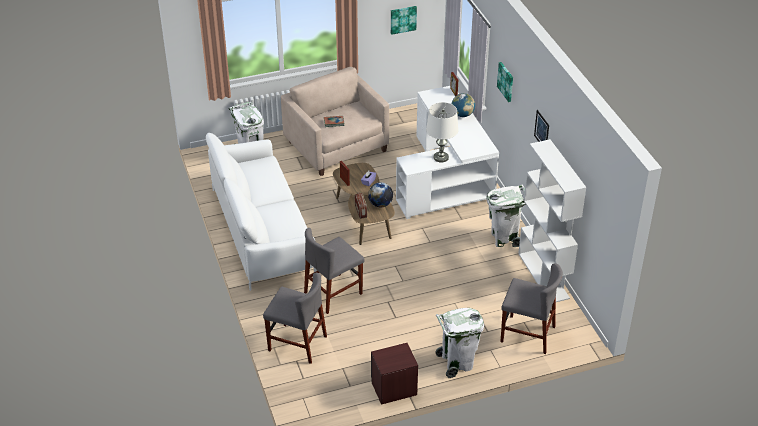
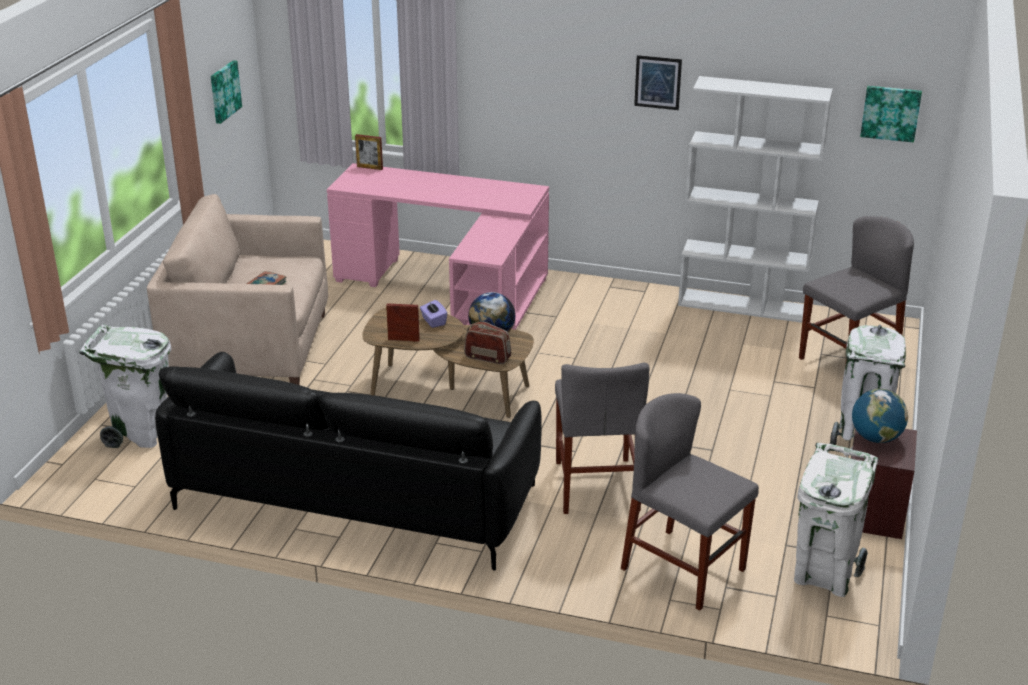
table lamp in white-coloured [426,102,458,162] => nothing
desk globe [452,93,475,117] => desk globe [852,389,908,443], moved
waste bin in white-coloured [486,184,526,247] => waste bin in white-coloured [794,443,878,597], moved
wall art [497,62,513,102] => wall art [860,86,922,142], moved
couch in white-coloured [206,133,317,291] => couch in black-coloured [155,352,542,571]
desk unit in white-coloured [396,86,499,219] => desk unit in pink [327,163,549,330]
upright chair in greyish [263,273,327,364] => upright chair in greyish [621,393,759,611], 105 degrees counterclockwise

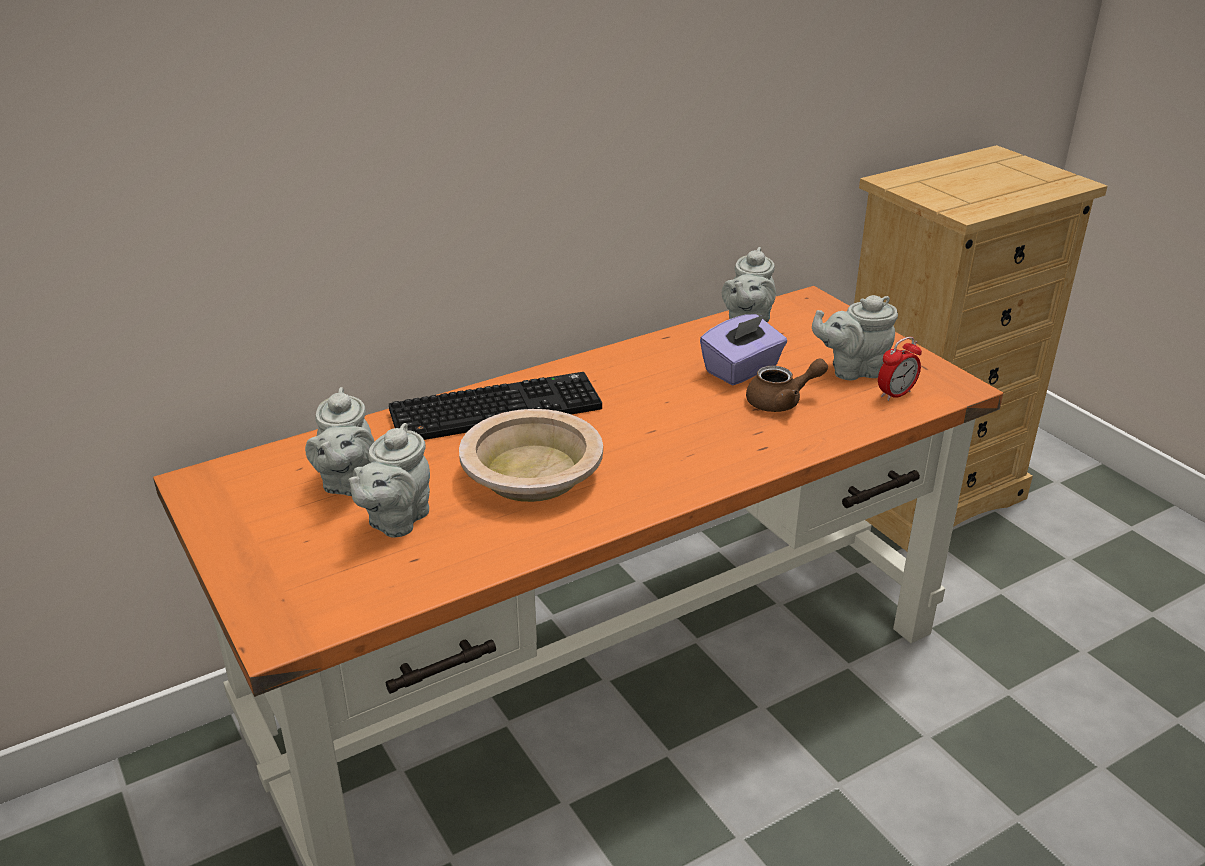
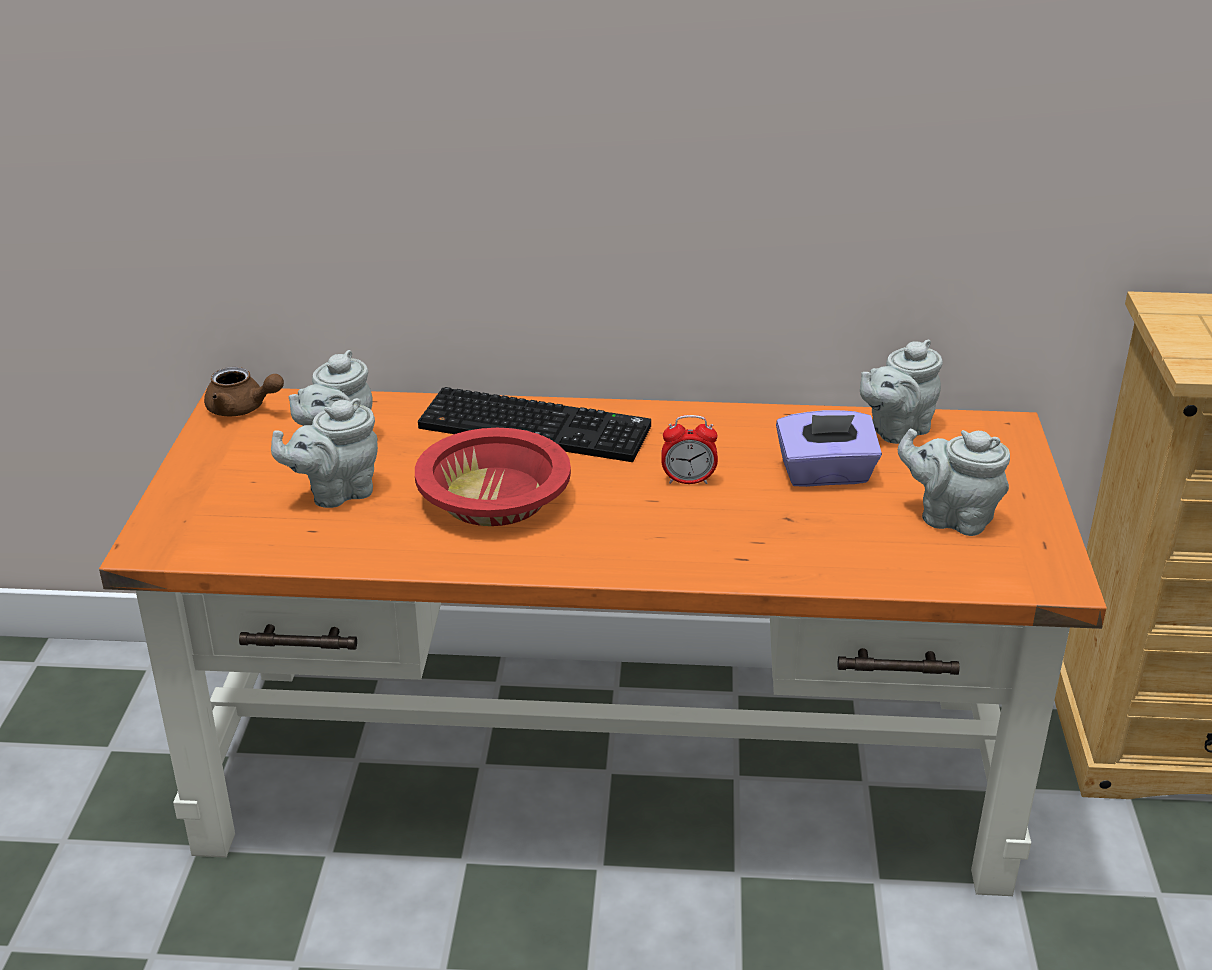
teapot in brown [746,358,828,412] => teapot in brown [204,367,284,416], moved
bedside clock [878,337,922,401] => bedside clock [661,415,718,484], moved
bowl in beige-coloured [459,409,603,502] => bowl in red [415,428,571,526]

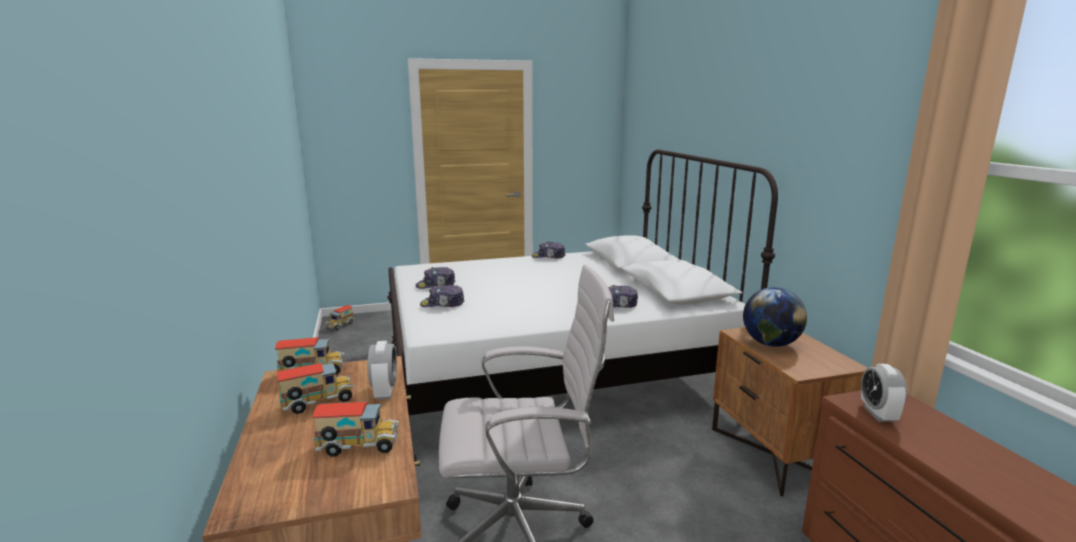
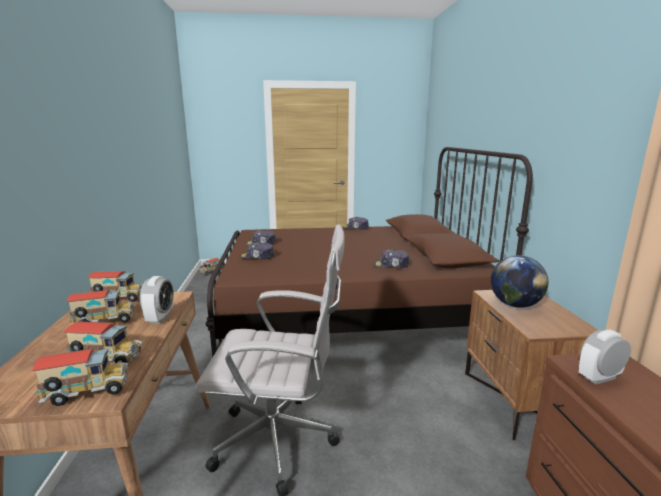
nothing => toy lorry [32,348,128,406]
bed in white-coloured [387,149,778,461] => bed in brown [206,147,533,357]
bedside clock [861,364,907,422] => bedside clock [579,330,631,384], 60 degrees clockwise

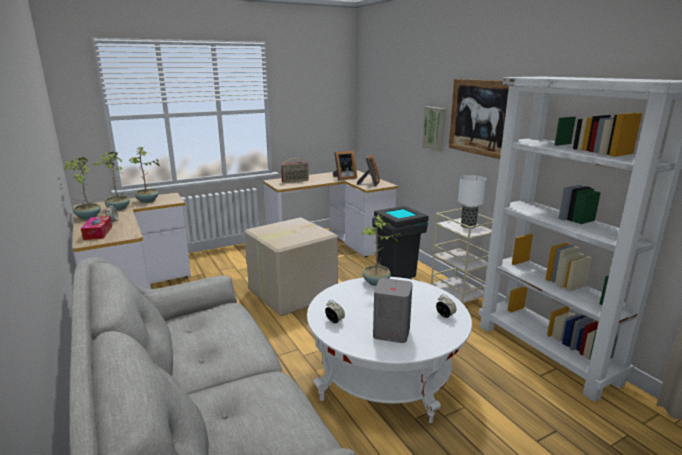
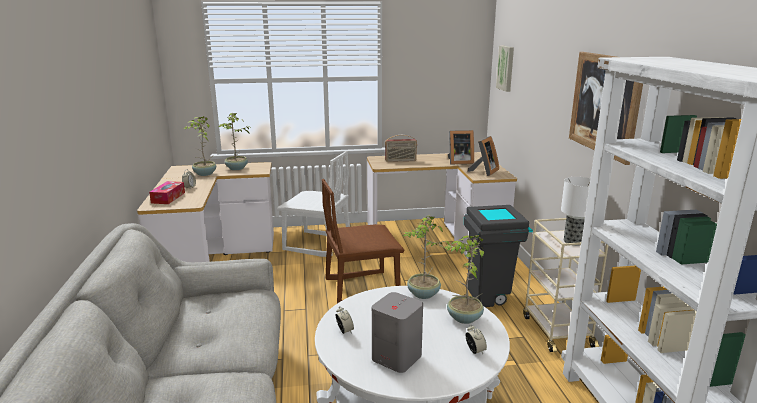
nothing => upright chair in white-coloured [277,151,350,257]
potted plant [64,157,101,219] => potted plant [444,235,484,324], moved
wall art [422,106,446,152] => wall art [496,46,514,92], moved
cardboard box [244,217,338,316] => upright chair in brown [322,179,404,304]

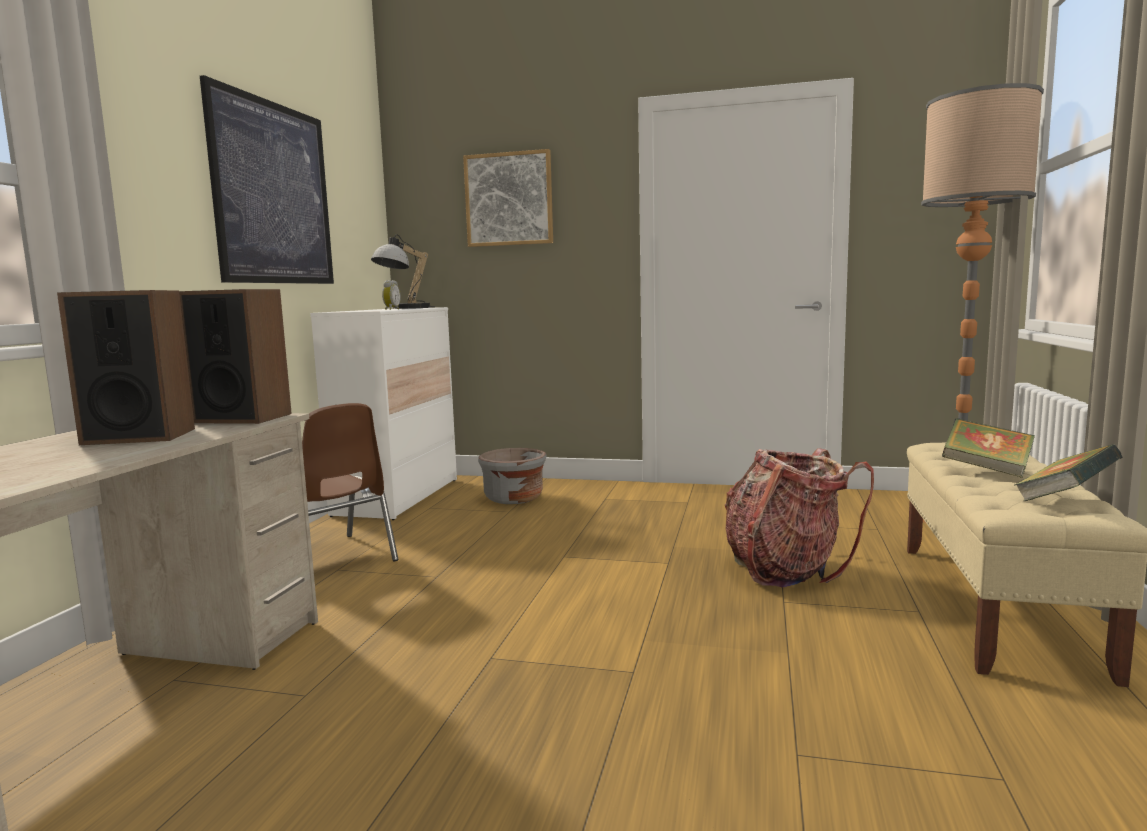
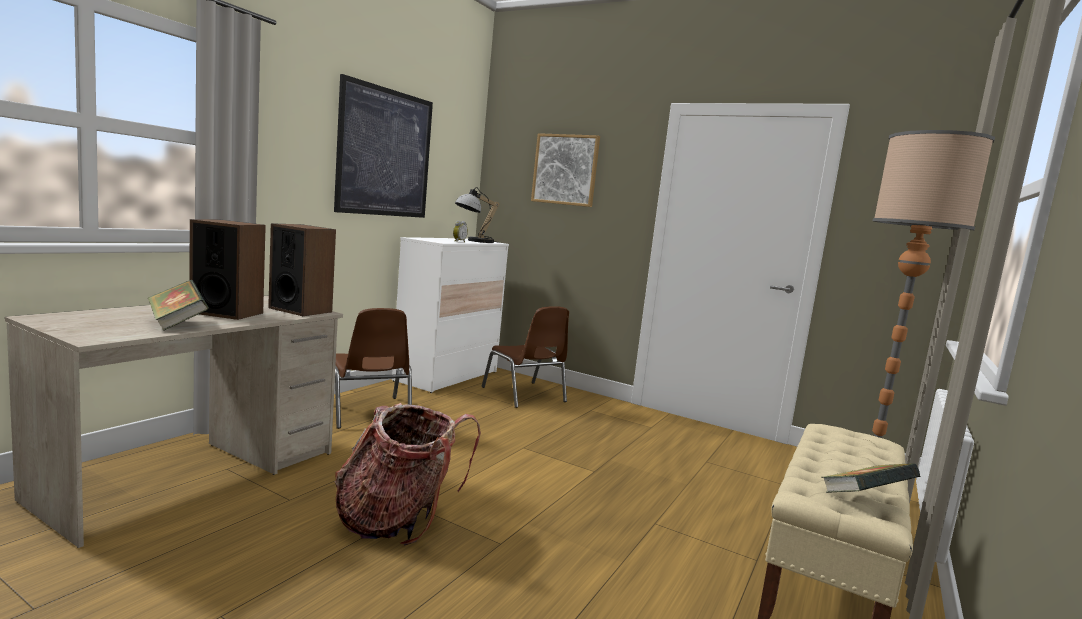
backpack [725,448,874,588] => backpack [335,403,481,545], moved
book [942,418,1035,478] => book [148,280,209,331], moved
planter in greyish [478,448,547,504] => upright chair in brown [482,306,569,408]

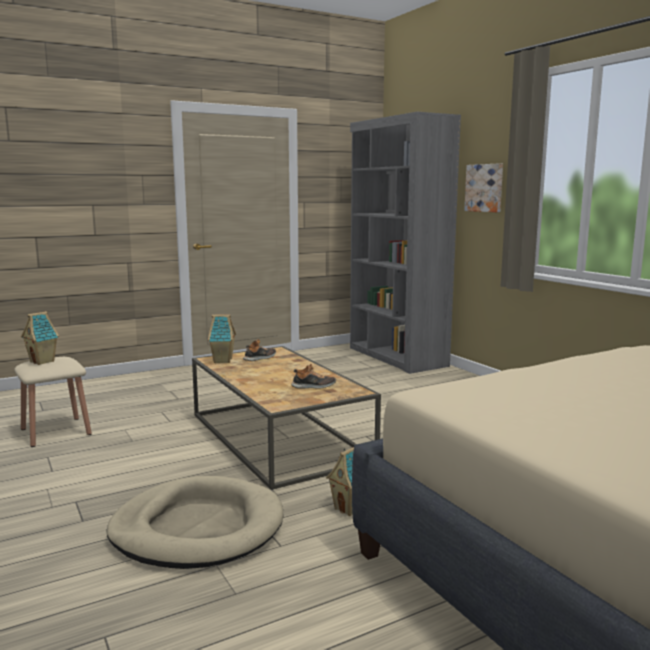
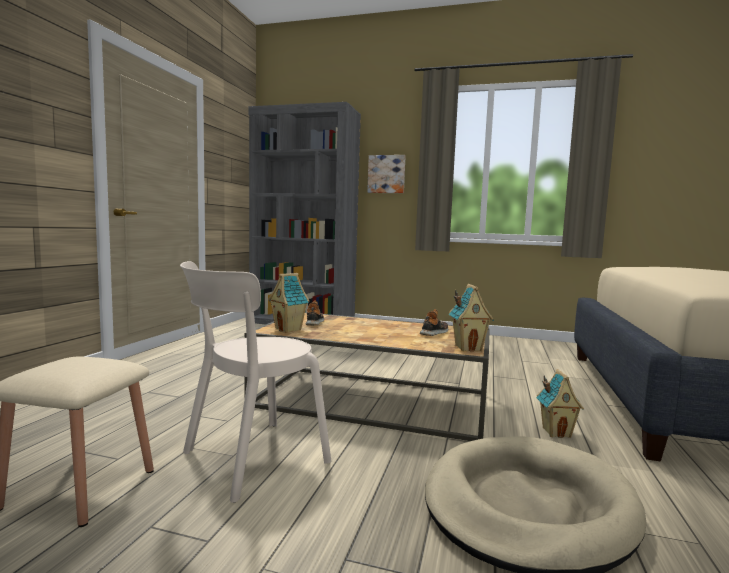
nothing => upright chair in beige-coloured [180,261,331,503]
model house [21,311,59,365] => model house [448,284,494,351], moved

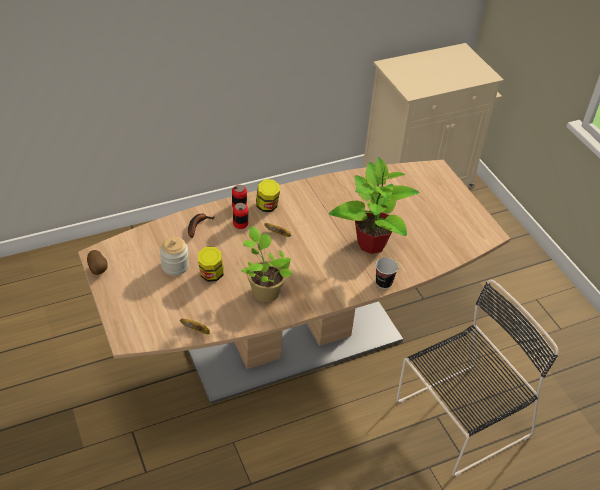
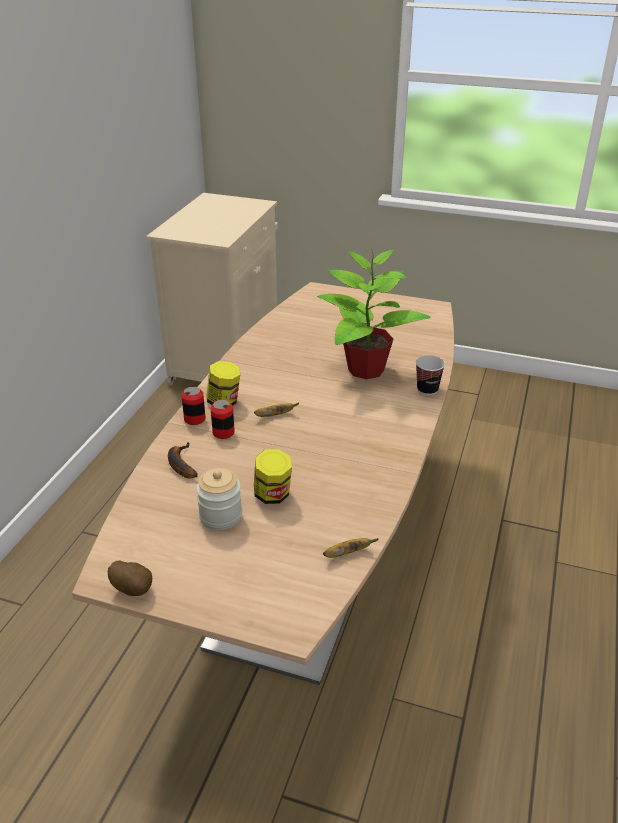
potted plant [241,226,293,302] => nothing
upright chair in black-coloured [396,280,558,477] => nothing

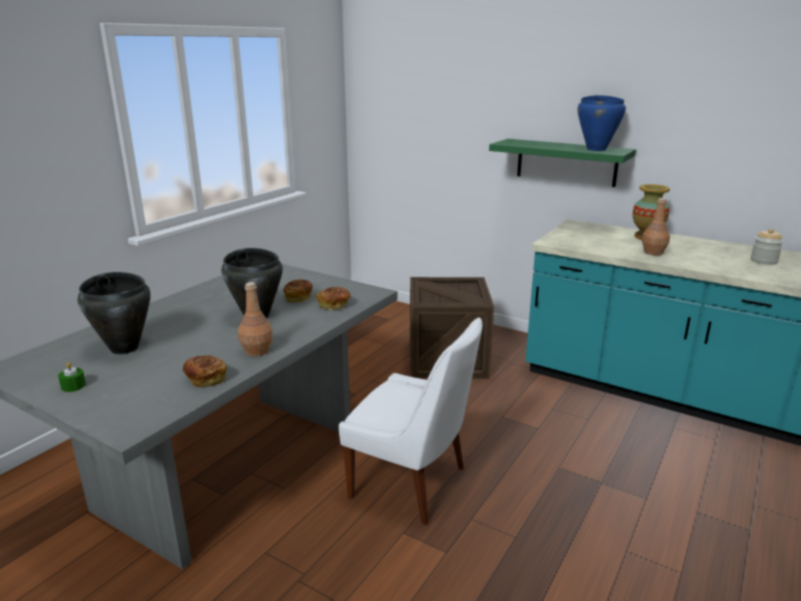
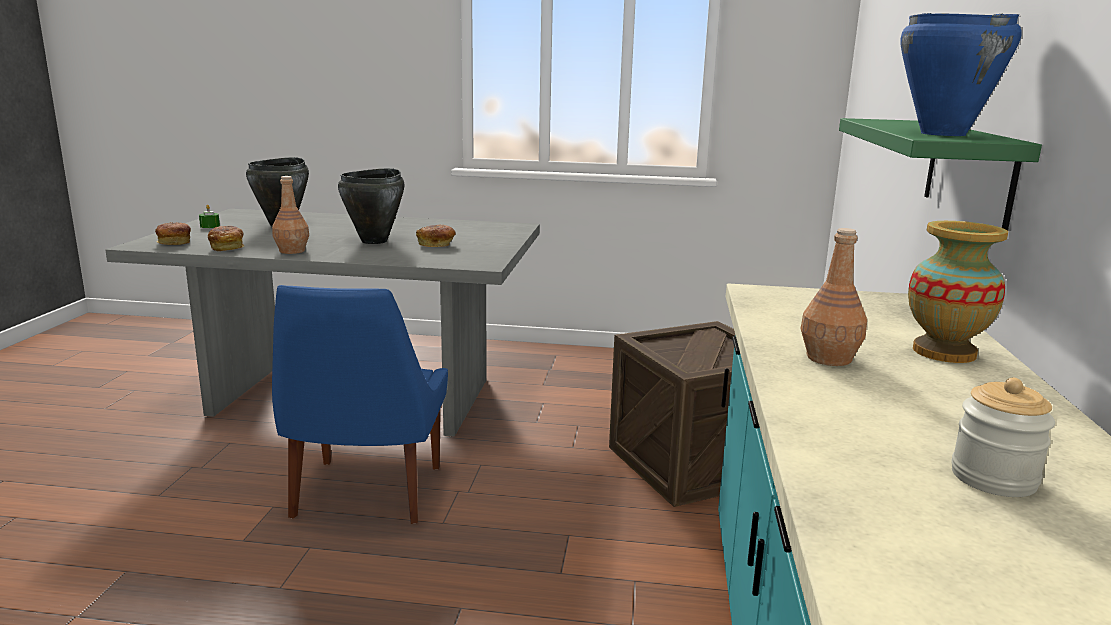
baked bread [316,287,351,310] => baked bread [155,222,191,245], moved
upright chair in white-coloured [339,317,483,525] => upright chair in blue-coloured [272,285,448,524]

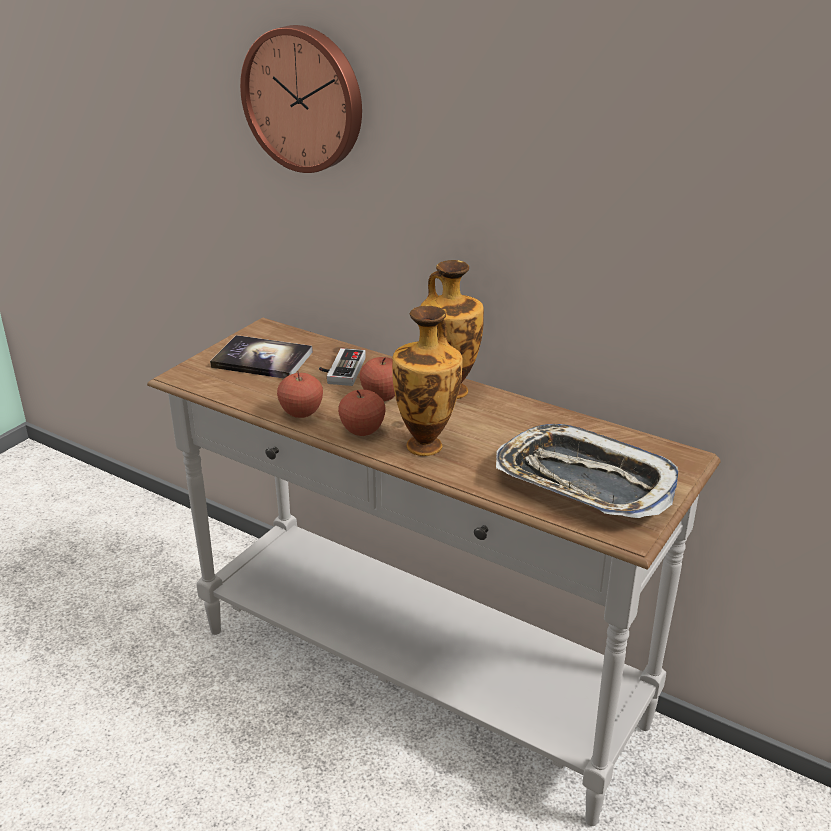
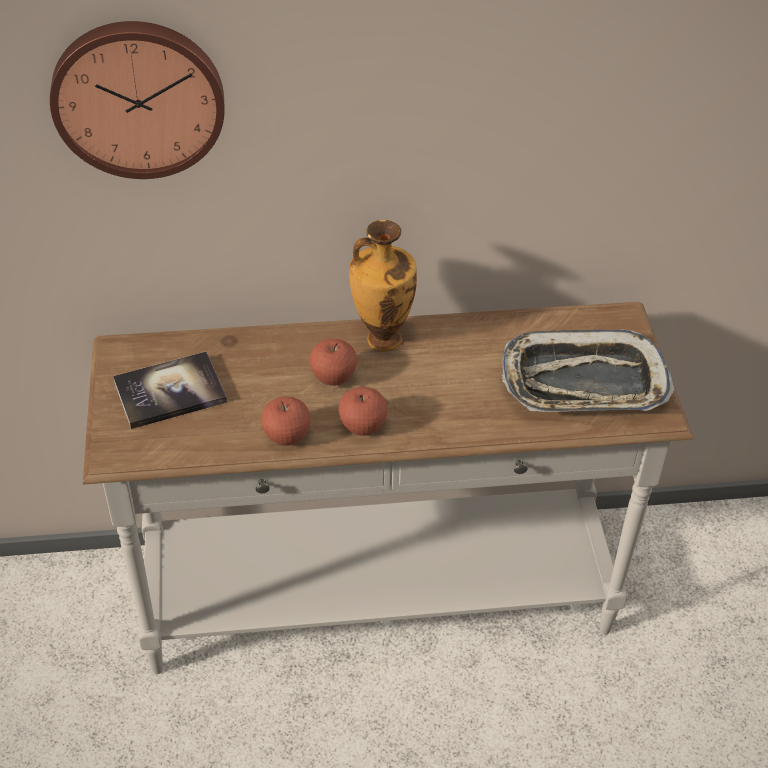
joypad [319,348,366,386] => nothing
flower vase [392,305,463,456] => nothing

